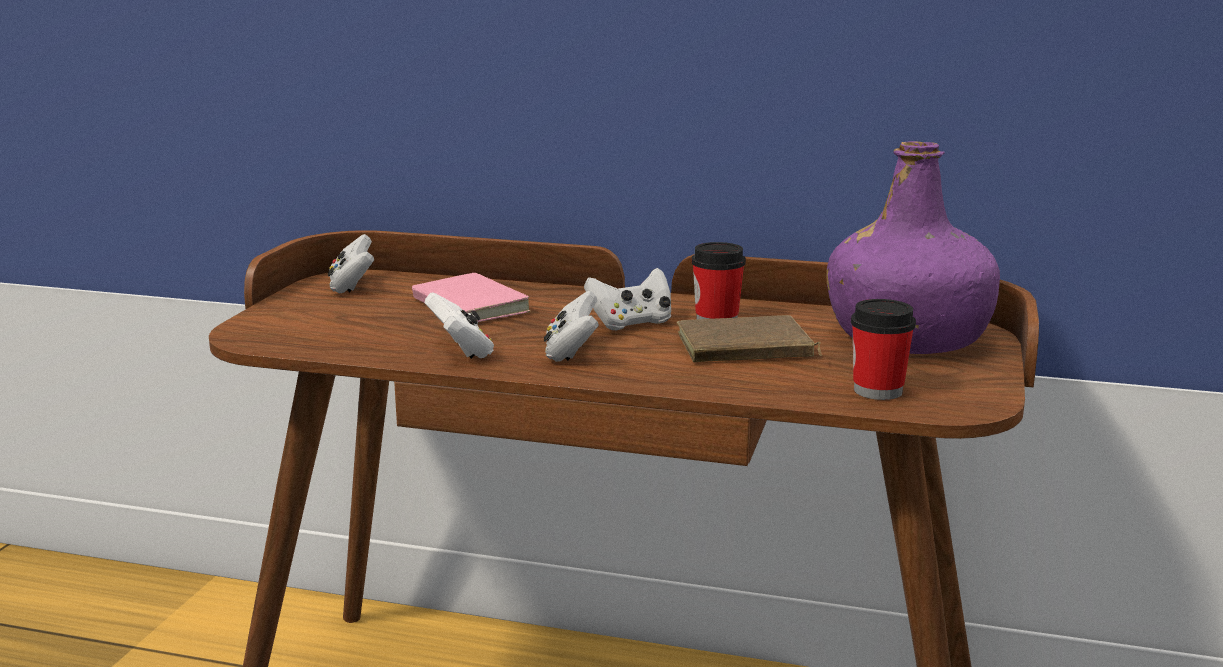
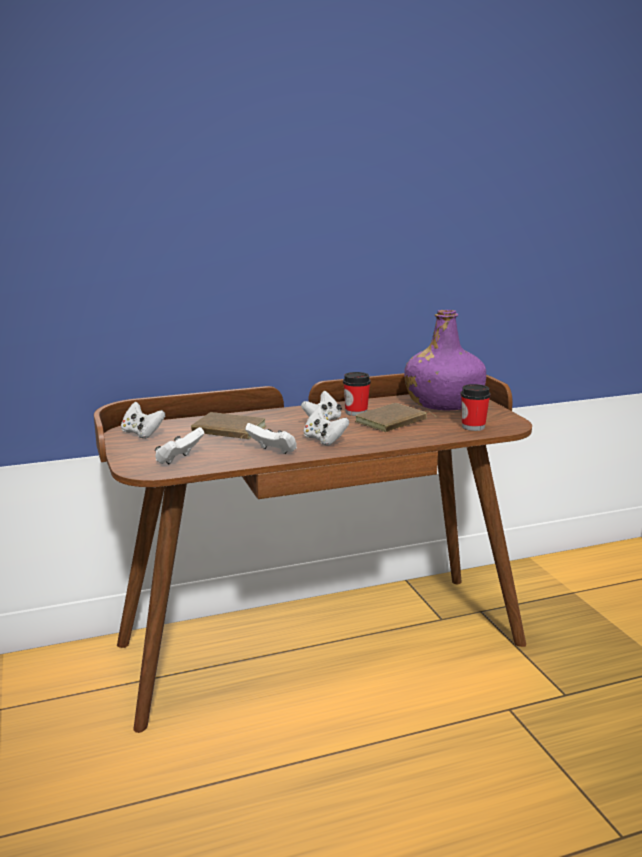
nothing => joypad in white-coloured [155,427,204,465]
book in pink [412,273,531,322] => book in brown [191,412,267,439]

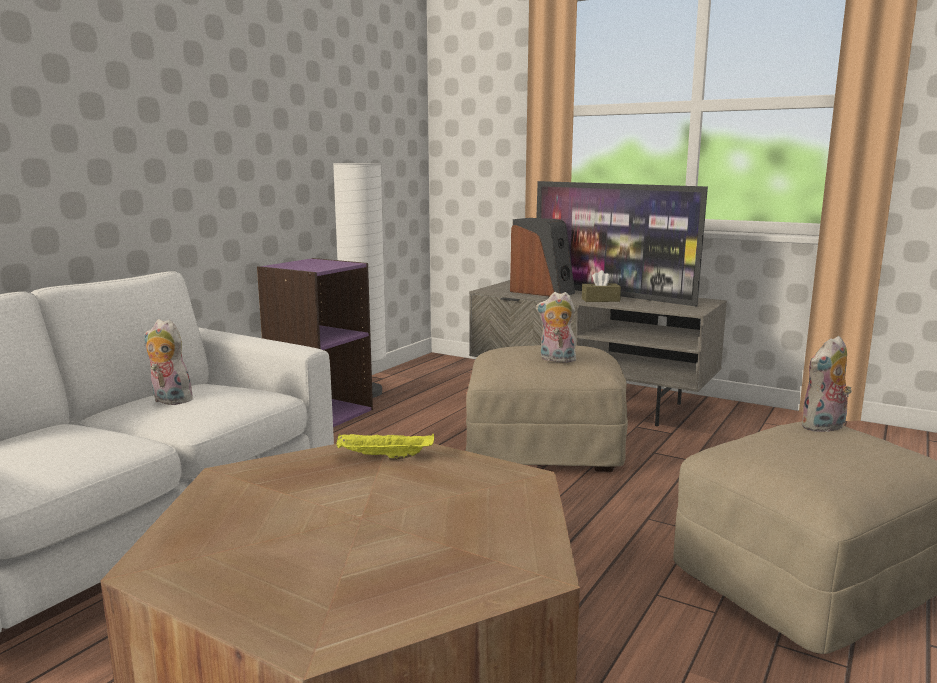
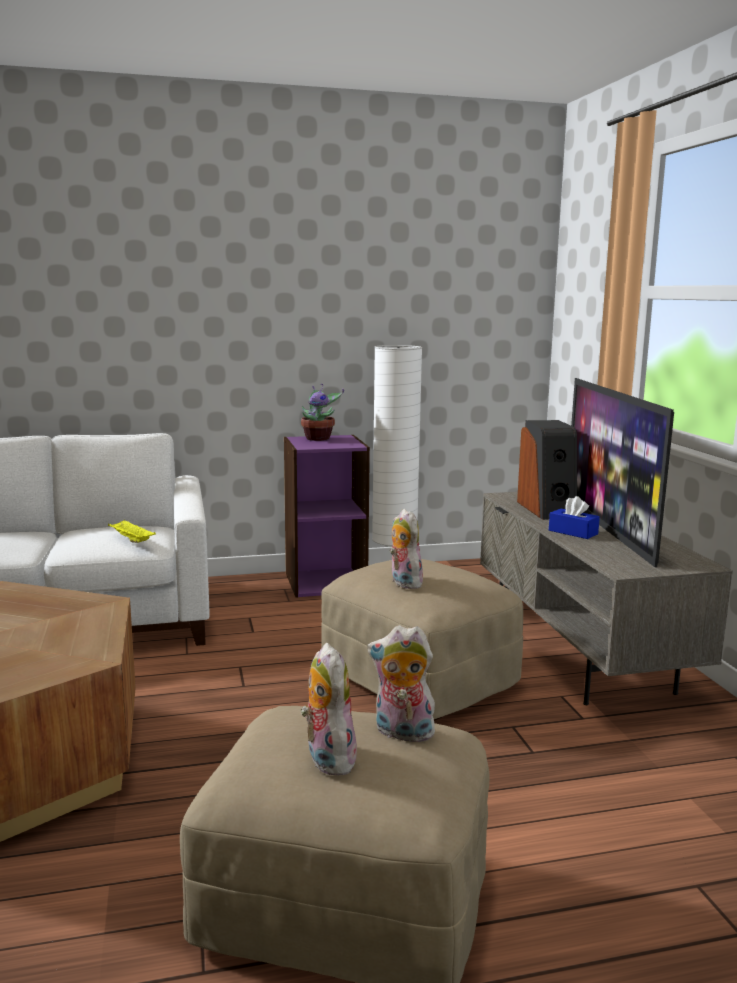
nothing => potted plant [301,384,344,441]
plush toy [144,319,193,405] => plush toy [300,643,358,776], moved
tray in yellowish [336,433,434,460] => tray in yellowish [108,520,156,543], moved
box of tissues in brown [582,270,621,302] => box of tissues in blue-coloured [549,496,600,539]

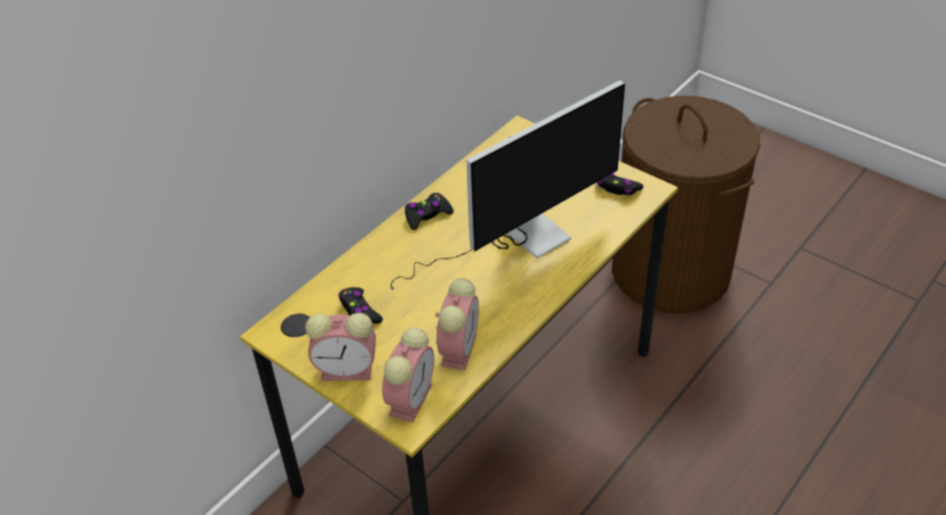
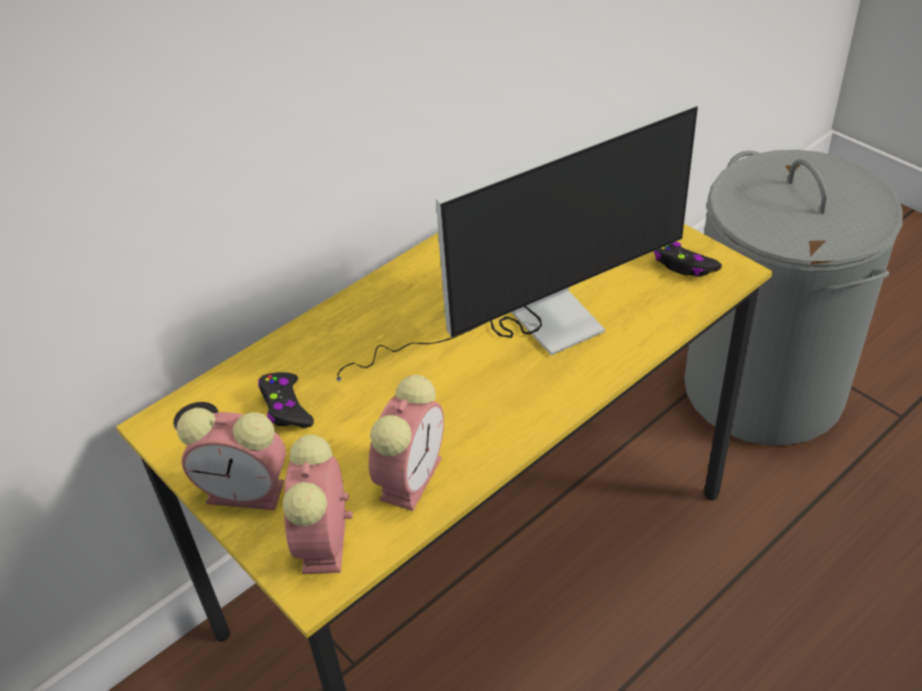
joypad in black-coloured [405,193,454,230] => nothing
hamper in brown [612,95,760,313] => hamper in greyish [684,150,903,445]
bedside clock [382,327,434,423] => bedside clock [283,435,353,574], 150 degrees clockwise

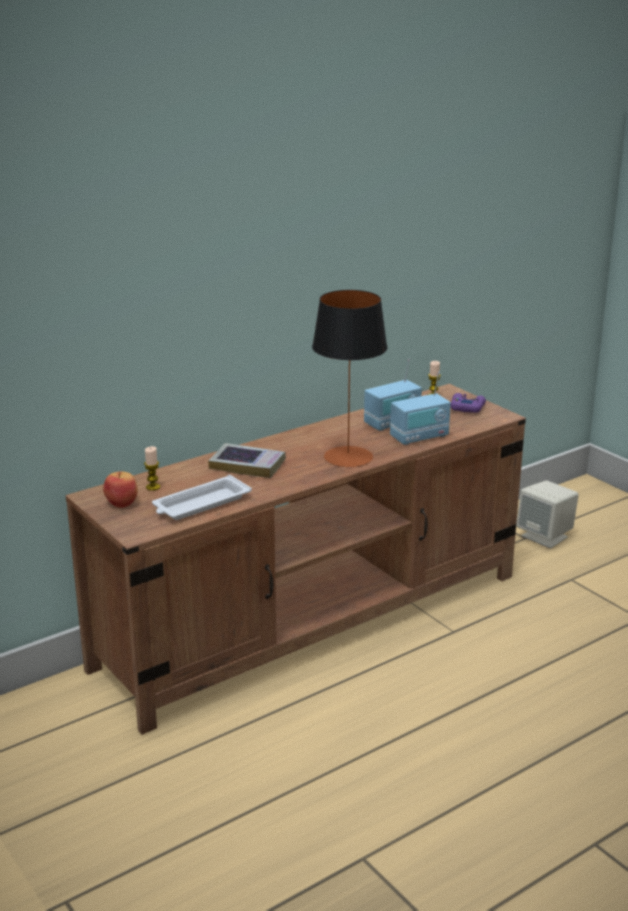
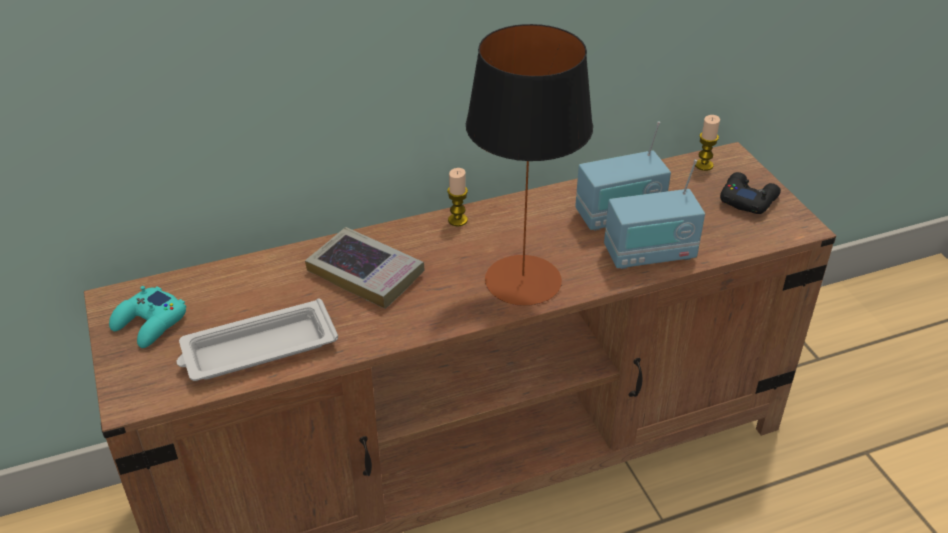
audio speaker in beige-coloured [516,481,579,548] => nothing
wax light [144,446,160,491] => wax light [447,168,468,227], moved
apple [103,472,138,508] => joypad in turquoise-coloured [109,286,186,348]
joypad in purplish [451,393,486,413] => joypad in black-coloured [720,172,781,214]

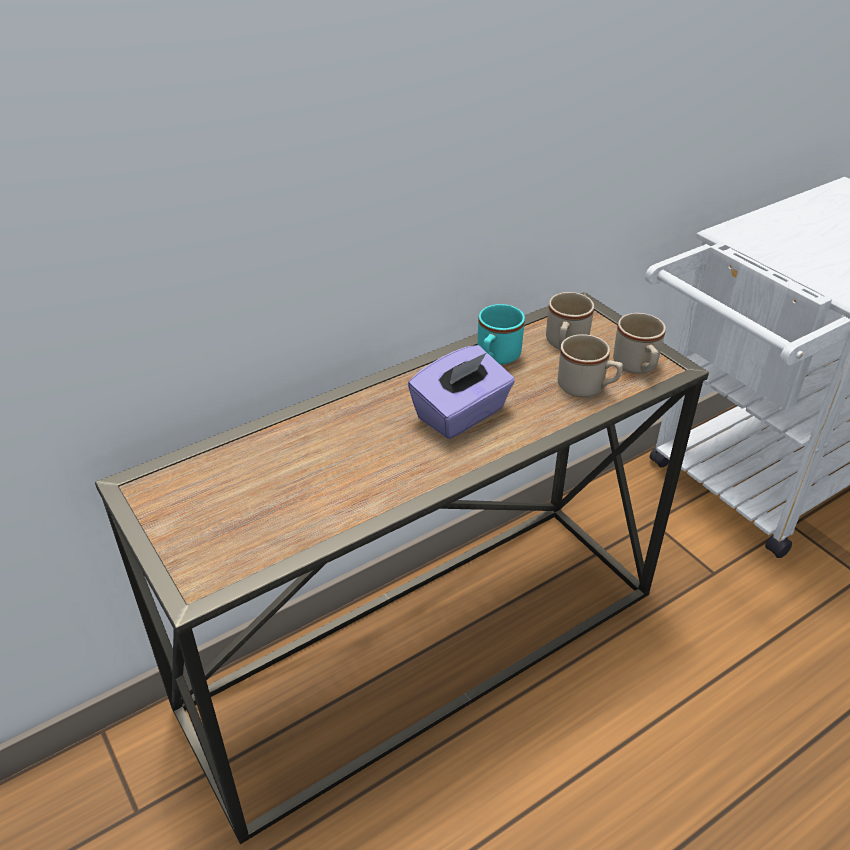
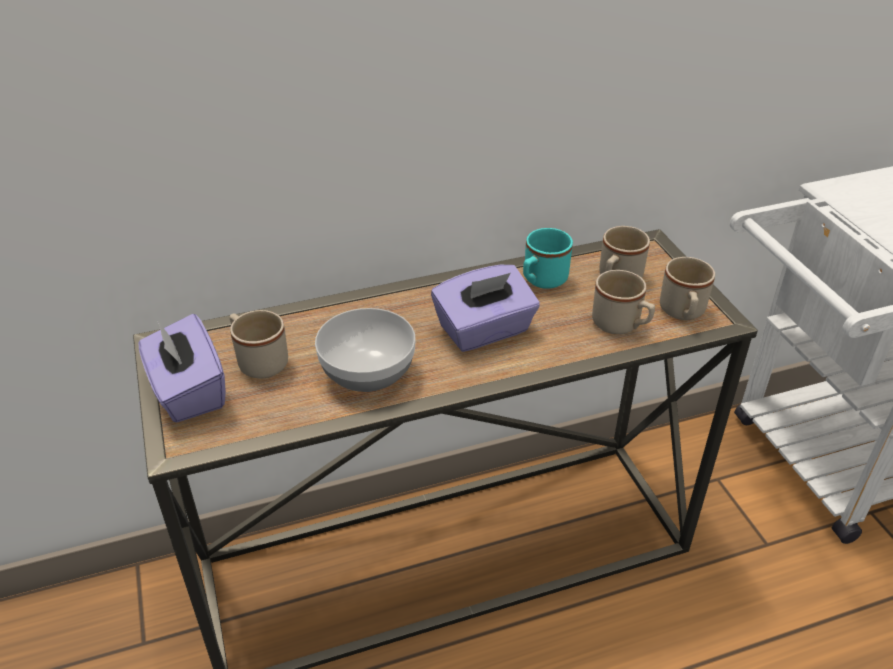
nothing => box of tissues in purplish [138,314,226,422]
nothing => tea mug in beige-coloured [229,310,288,379]
nothing => bowl [315,308,416,392]

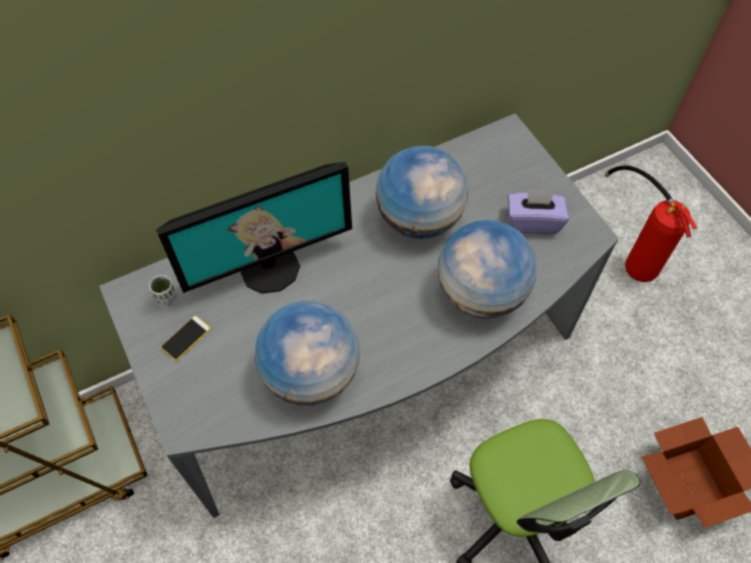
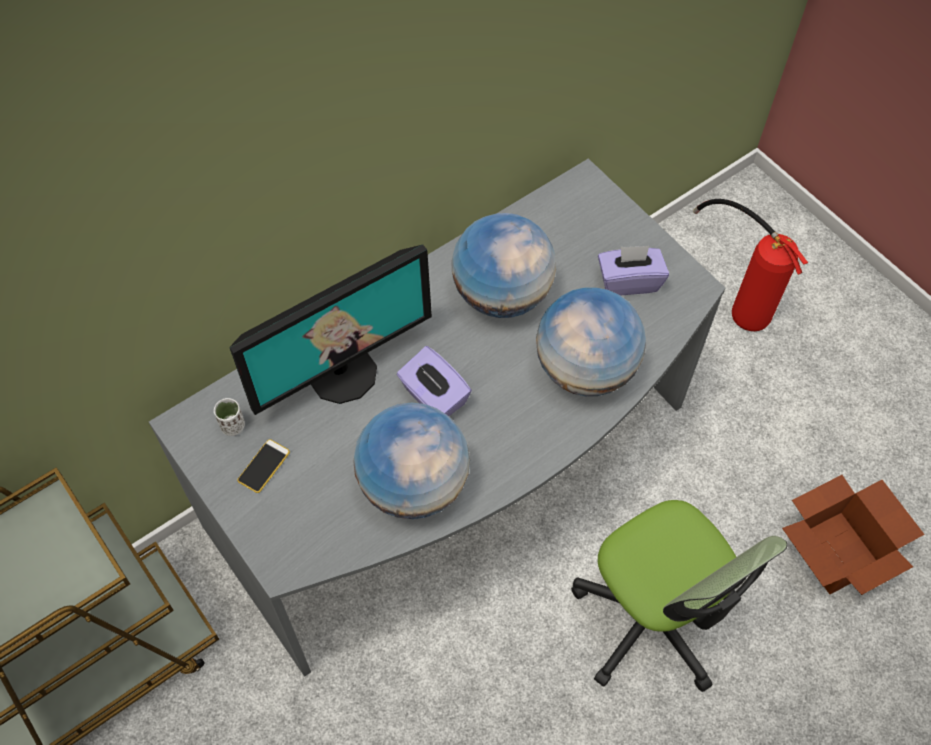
nothing => box of tissues in purplish [397,346,472,416]

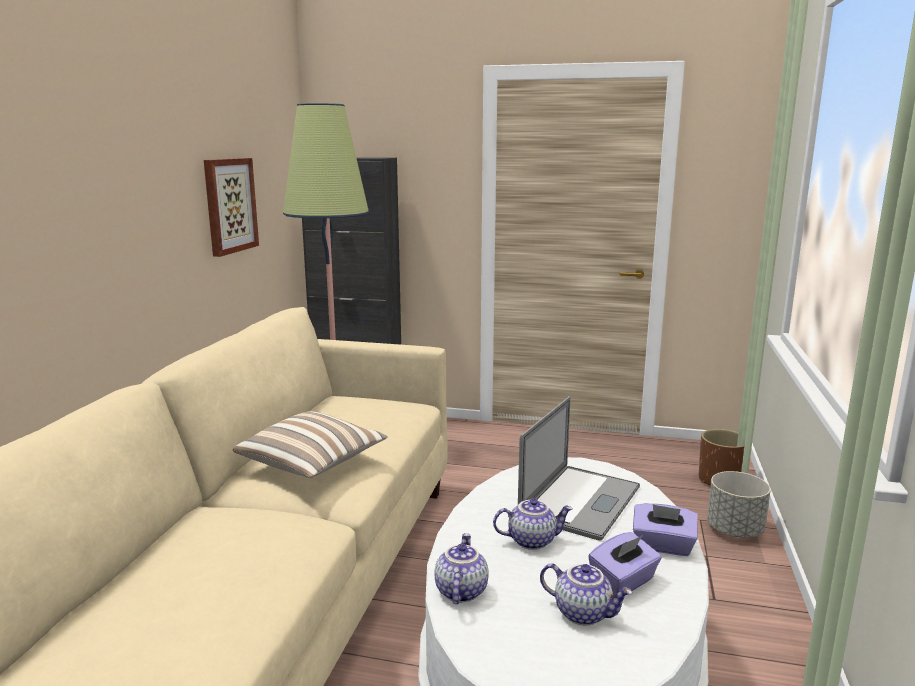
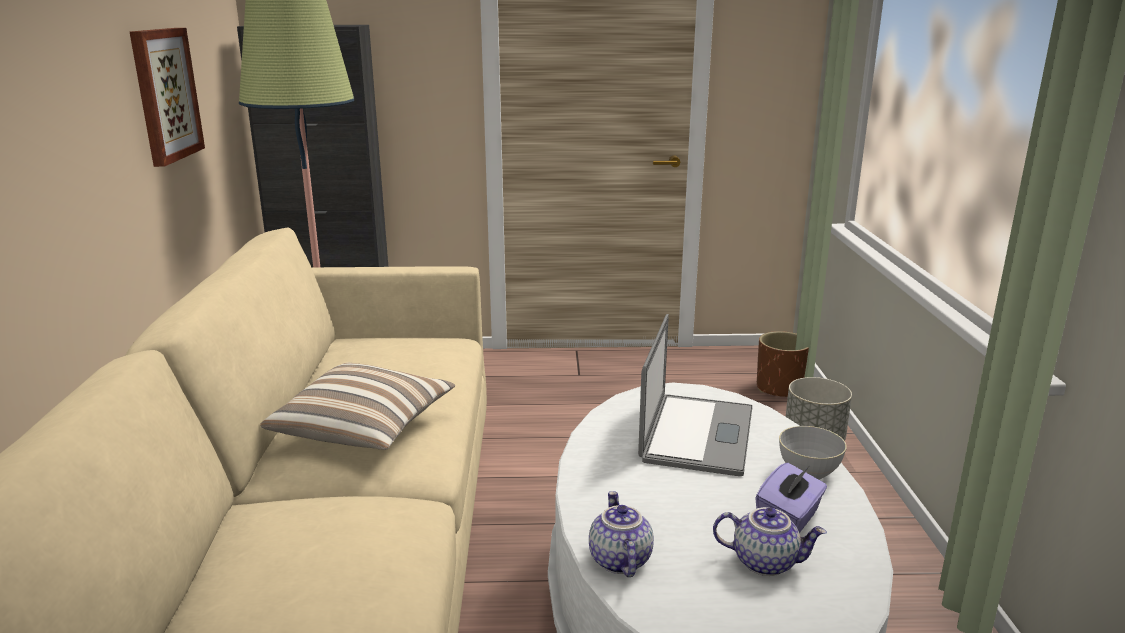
teapot [493,498,573,550] => nothing
box of tissues in purplish [633,503,698,556] => bowl in greyish [779,426,847,480]

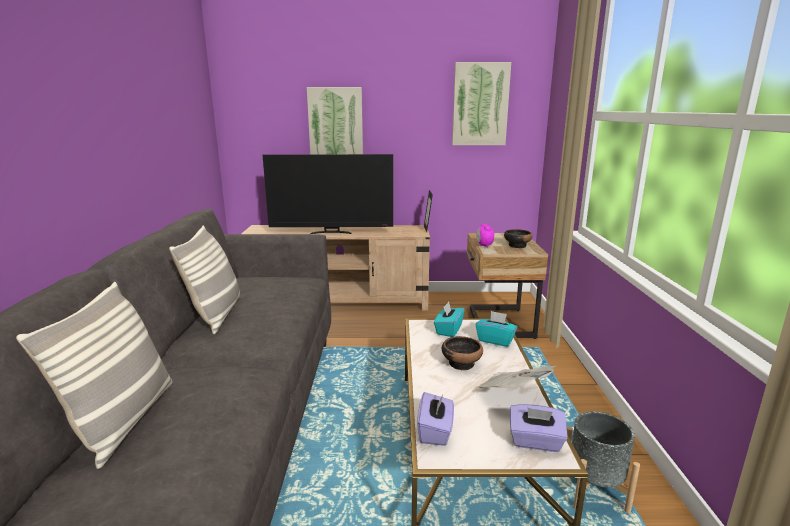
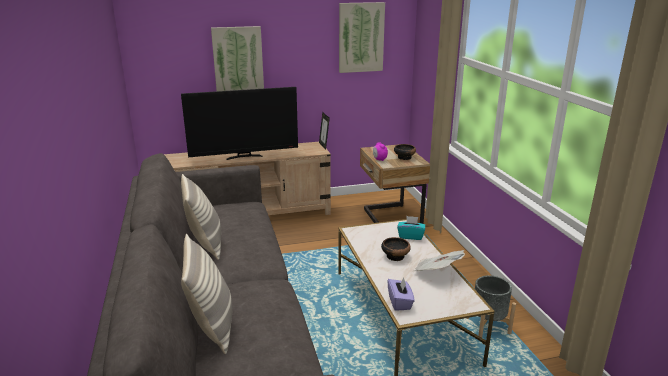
box of tissues in turquoise-coloured [434,302,464,337] => nothing
box of tissues in purplish [510,404,568,452] => nothing

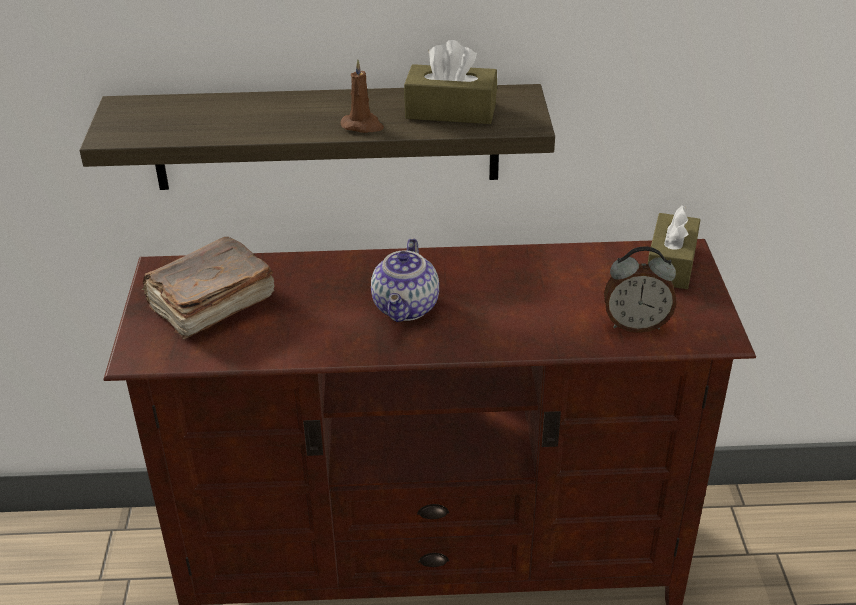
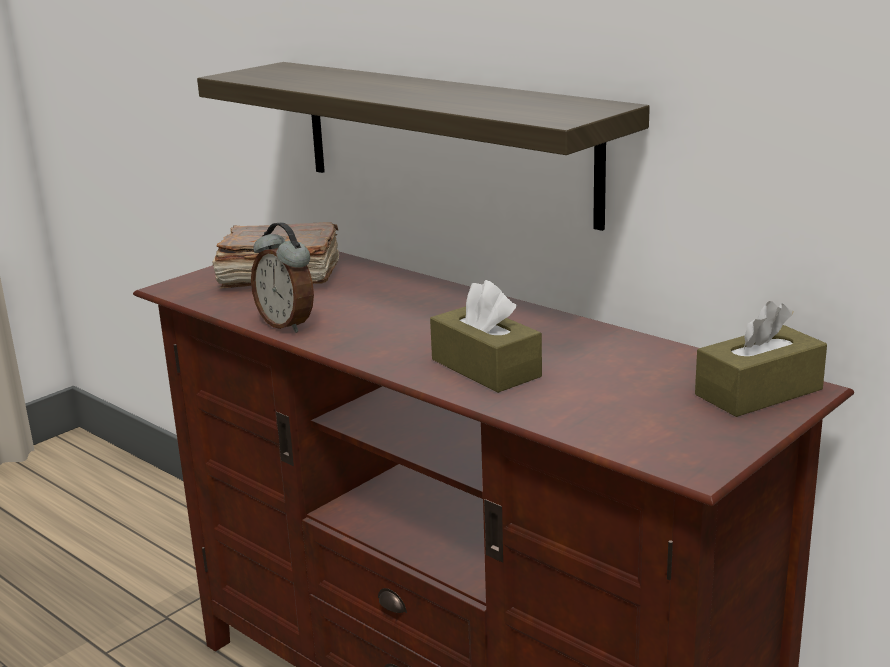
wax light in brown [341,60,384,133] => nothing
teapot [371,238,439,322] => nothing
box of tissues in brown [404,40,497,124] => box of tissues in brown [430,280,542,393], moved
bedside clock [604,246,677,333] => bedside clock [251,222,314,333], moved

